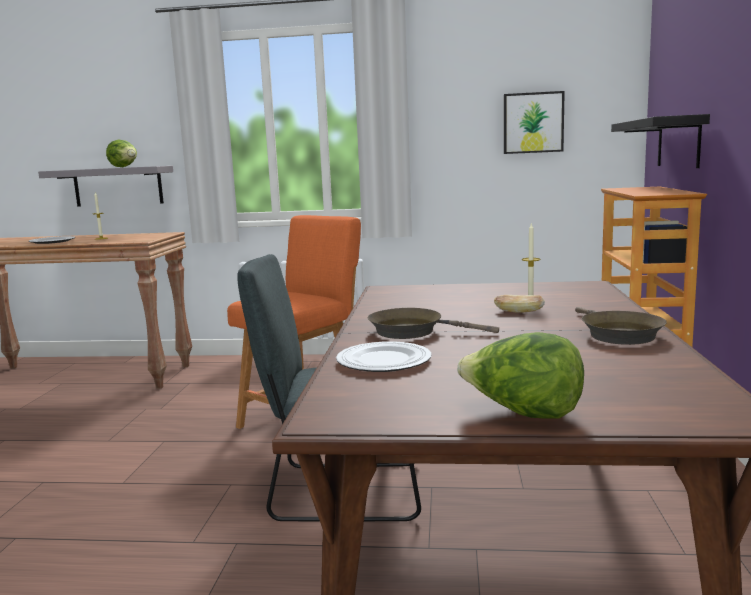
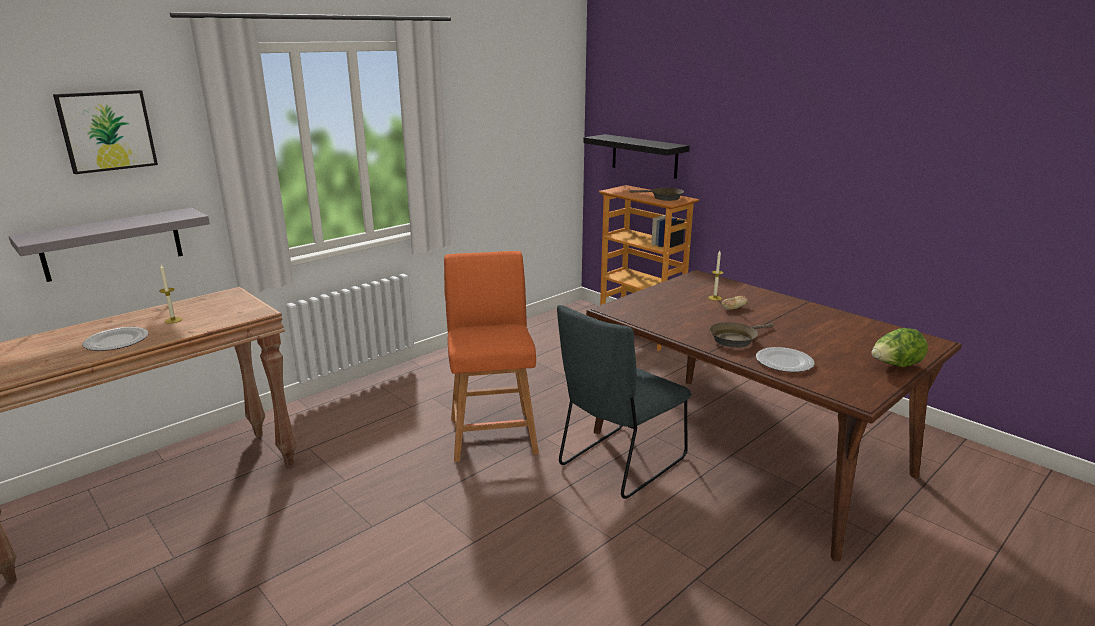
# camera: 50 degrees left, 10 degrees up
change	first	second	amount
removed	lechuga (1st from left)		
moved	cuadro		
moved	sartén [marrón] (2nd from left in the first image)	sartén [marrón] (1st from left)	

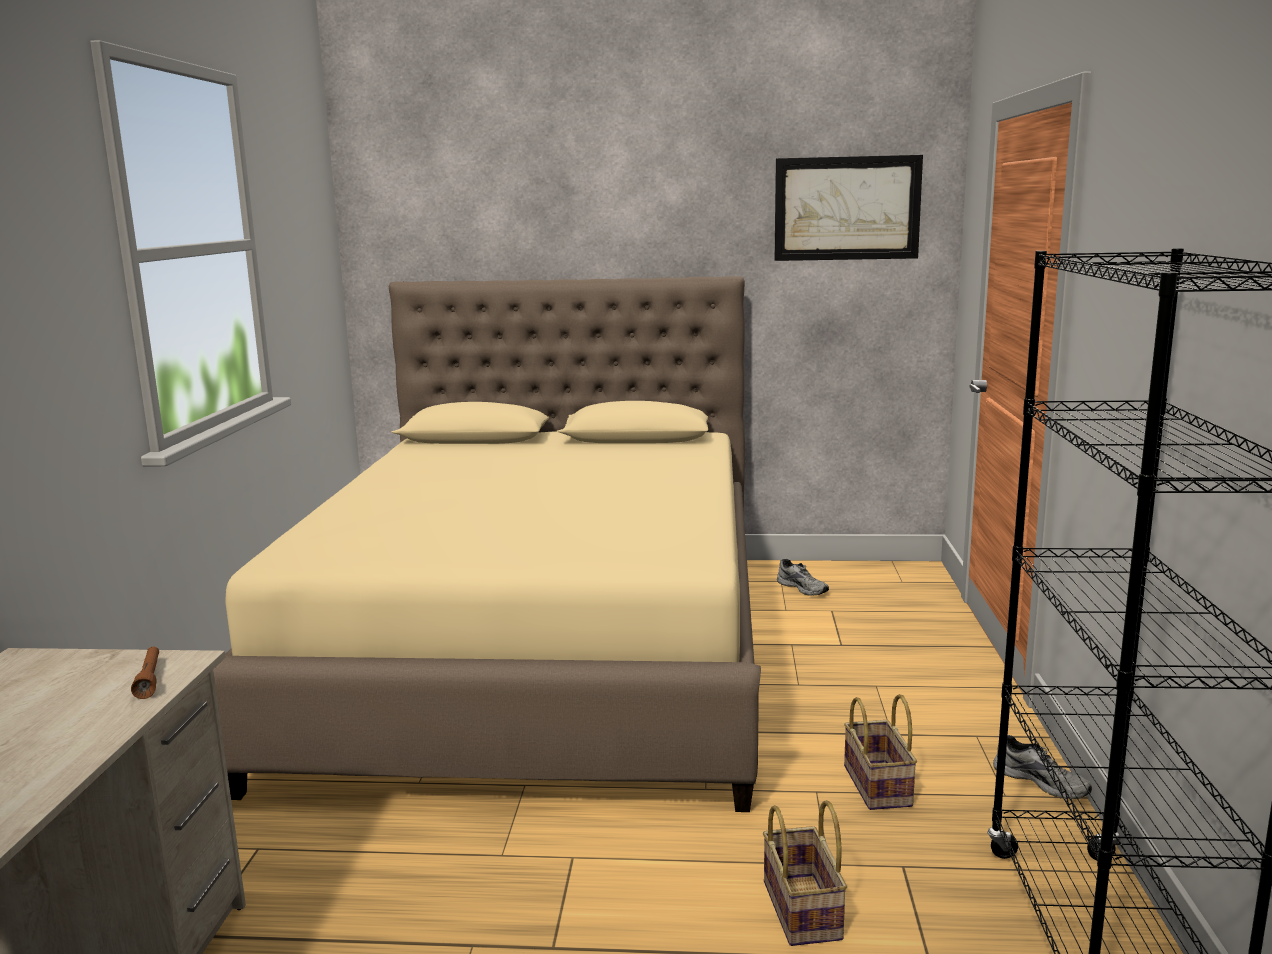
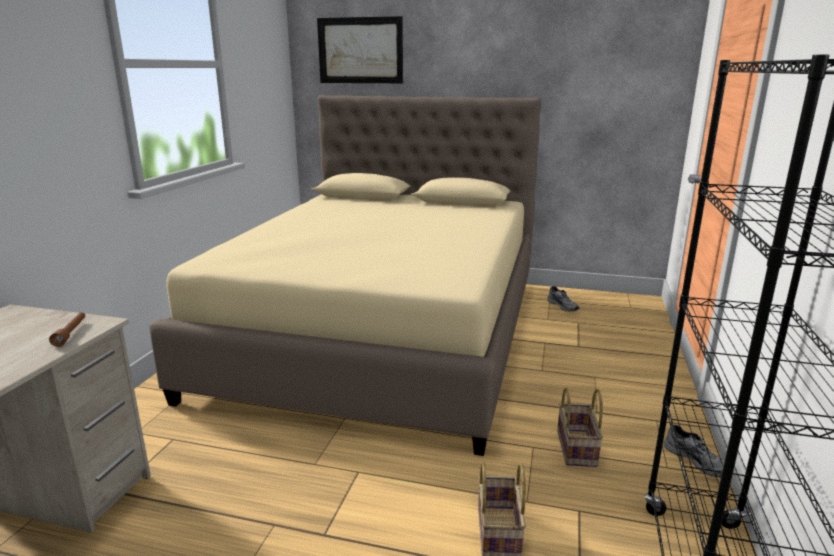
# camera: 10 degrees right, 5 degrees up
change	first	second	amount
moved	cuadro		

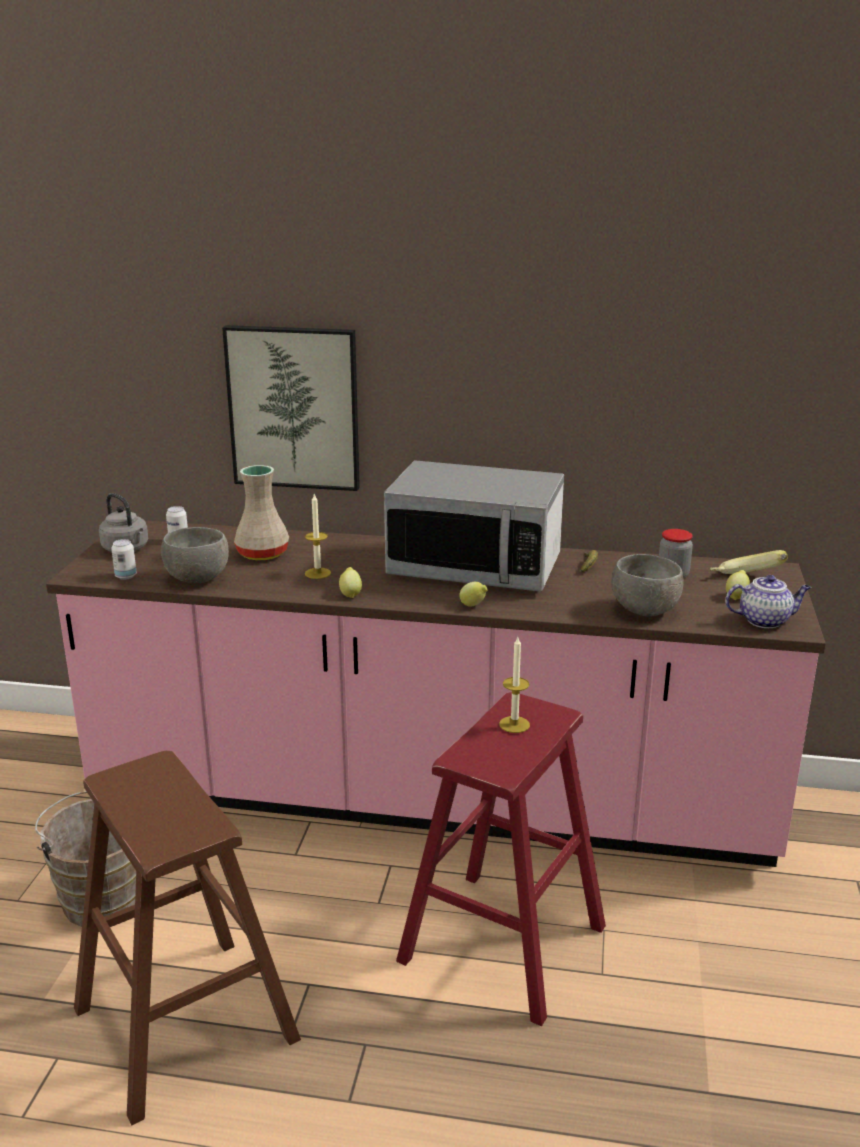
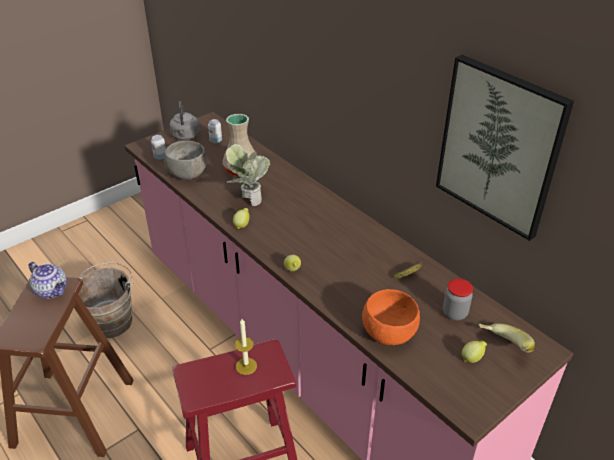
# camera: 40 degrees right, 15 degrees up
change	first	second	amount
moved	cuadro		
replaced	vela (1st from left)	planta en maceta	
removed	microondas		
recoloured	cuenco [gris] (2nd from left)	cuenco [naranja]	
moved	tetera		

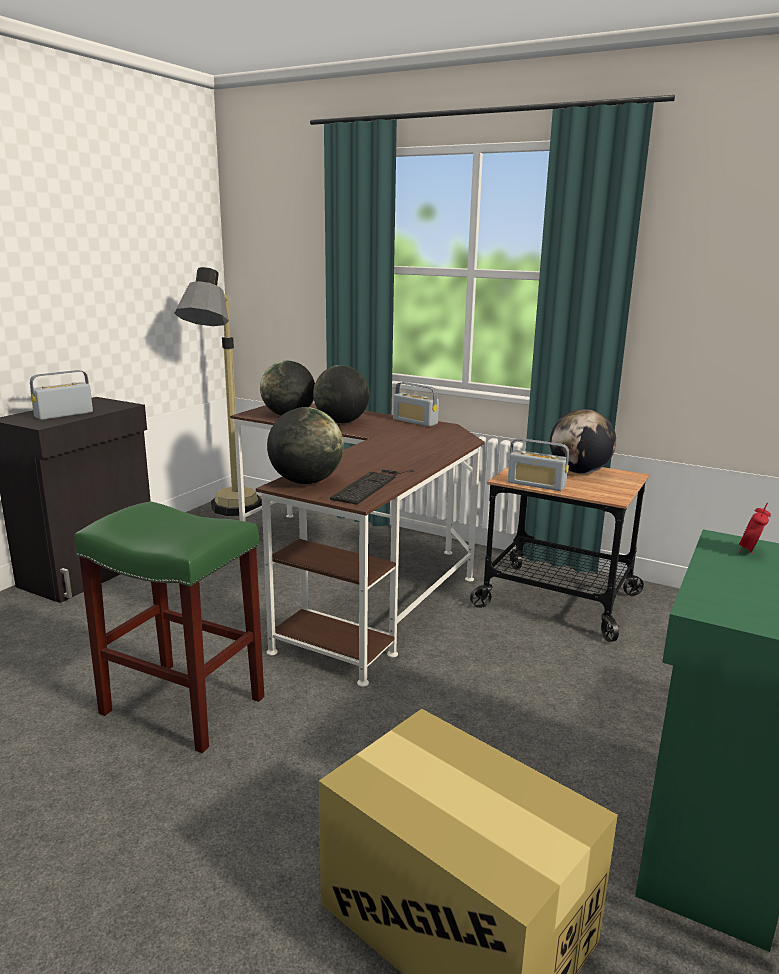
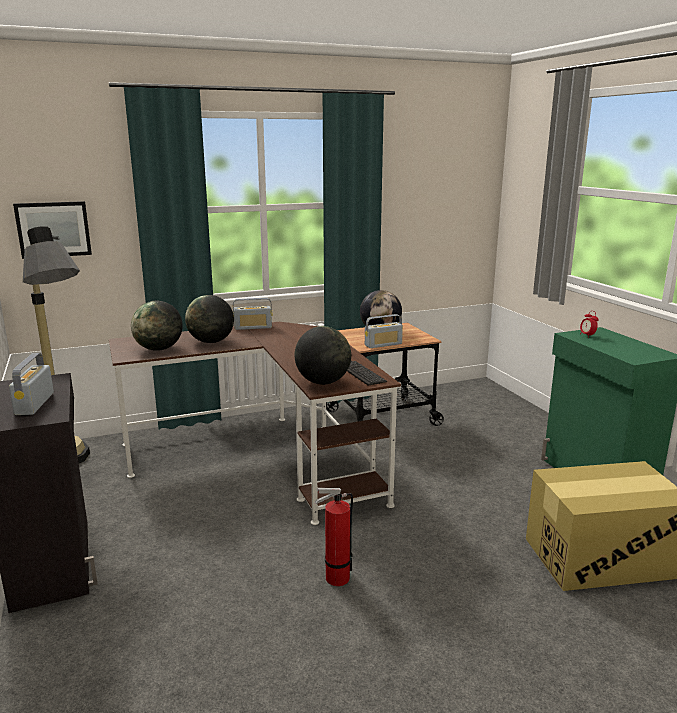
# camera: 50 degrees left, 0 degrees up
change	first	second	amount
replaced	taburete [verde]	extintor	
added		cuadro	

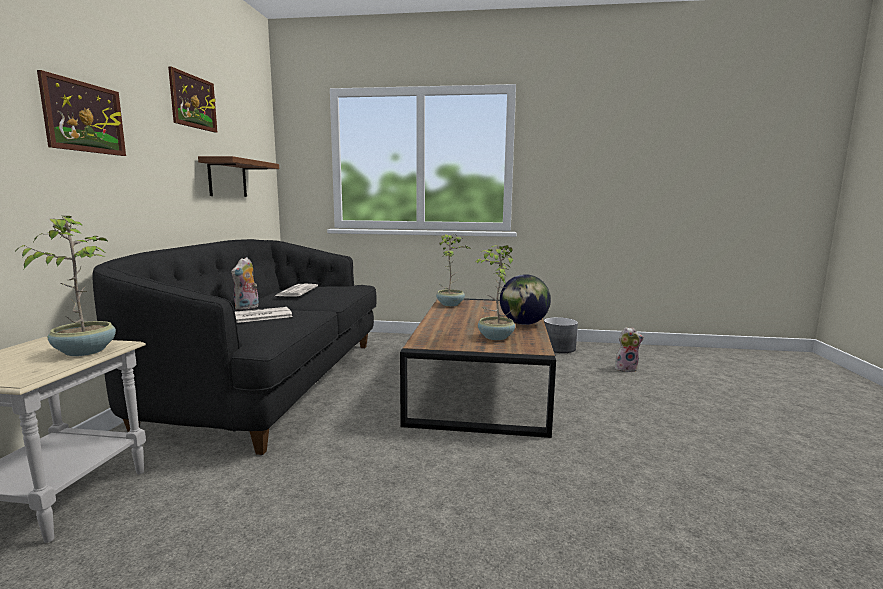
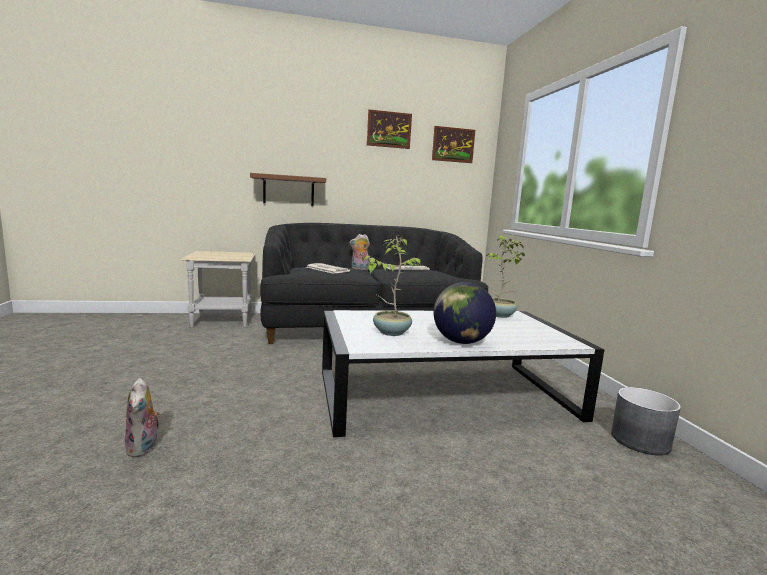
# camera: 70 degrees right, 0 degrees up
change	first	second	amount
removed	planta en maceta (1st from left)		
moved	cuadro (1st from left in the first image)	cuadro (2nd from left)	
moved	estante [marrón]		
recoloured	mesa de centro [marrón]	mesa de centro [blanco]	
moved	peluche (2nd from left in the first image)	peluche (1st from left)	

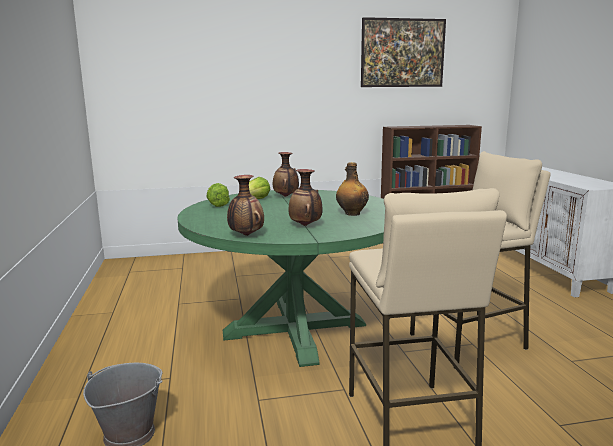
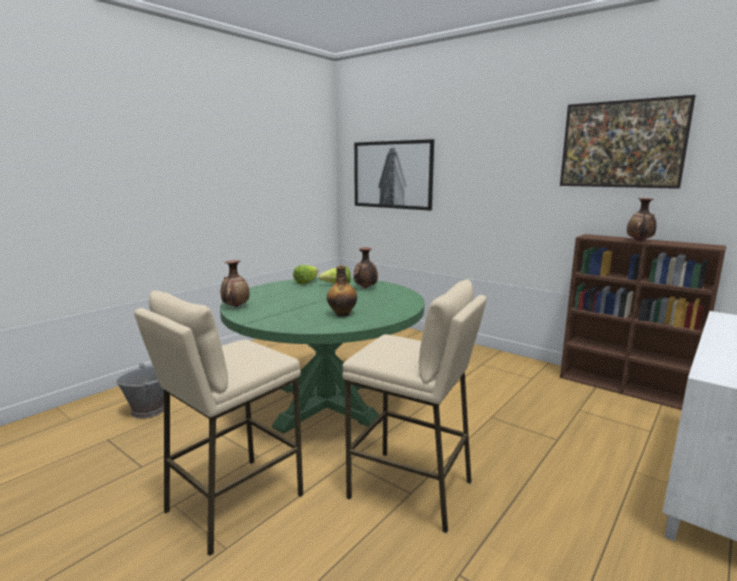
# camera: 50 degrees right, 0 degrees up
change	first	second	amount
moved	florero (3rd from left)		
added		cuadro (1st from left)	

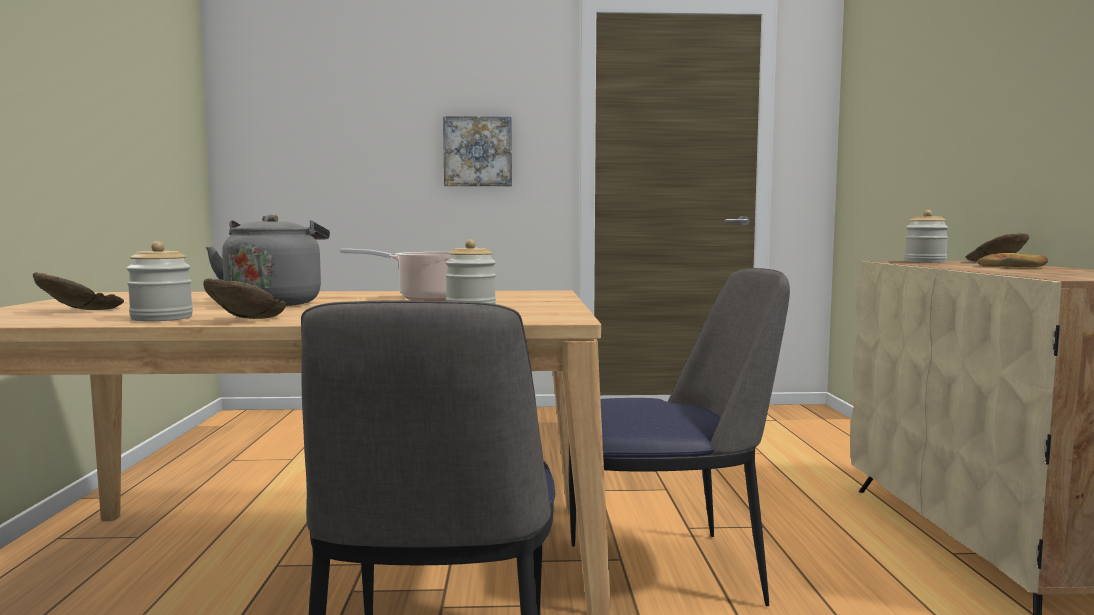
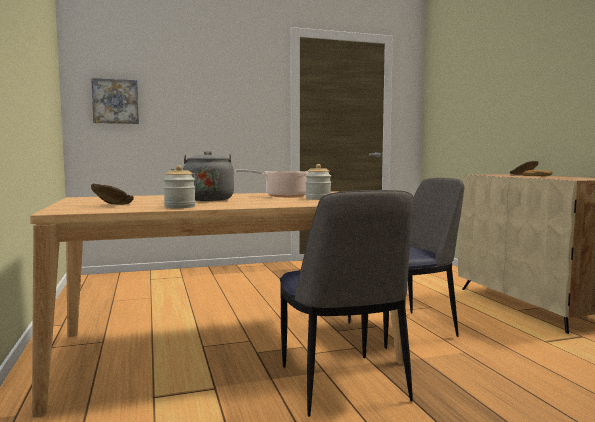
# camera: 15 degrees left, 0 degrees up
change	first	second	amount
removed	cuenco [marrón] (2nd from left)		
moved	cuadro		
removed	tarro (3rd from left)		

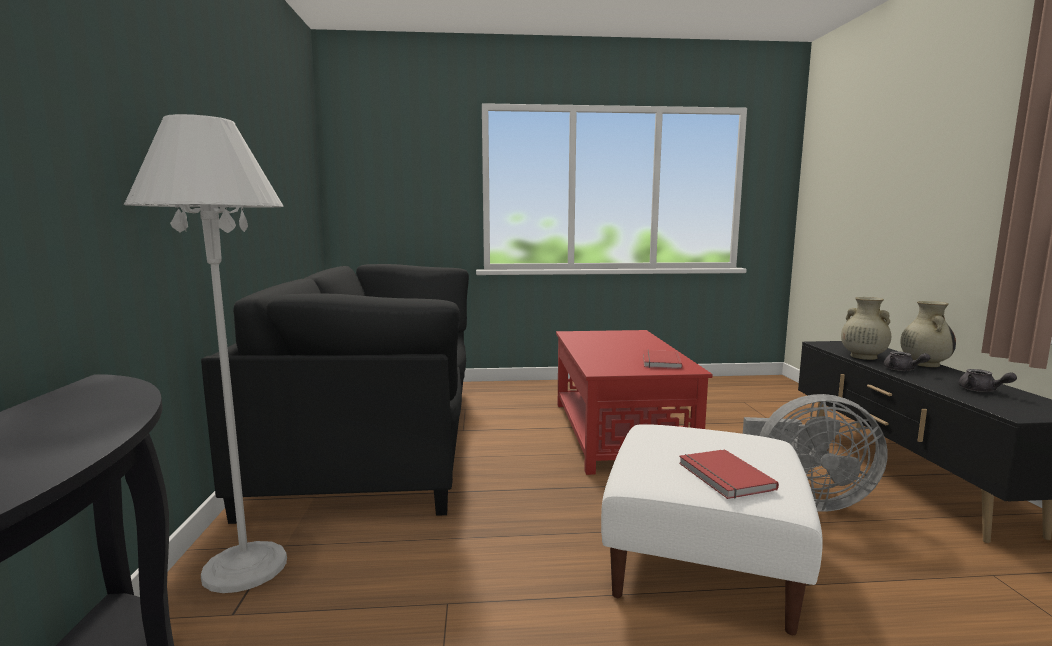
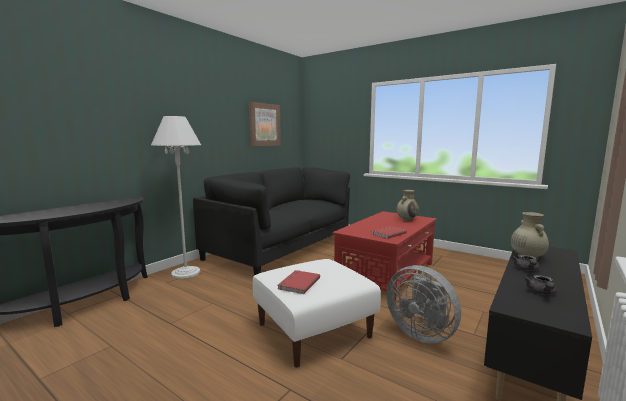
# camera: 40 degrees right, 0 degrees up
change	first	second	amount
moved	florero [beis] (2nd from left in the first image)	florero [beis] (1st from left)	
added		cuadro	

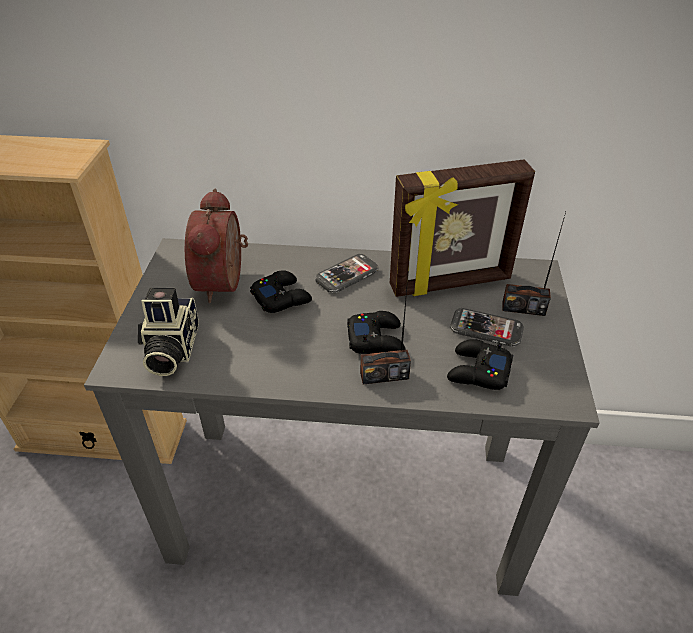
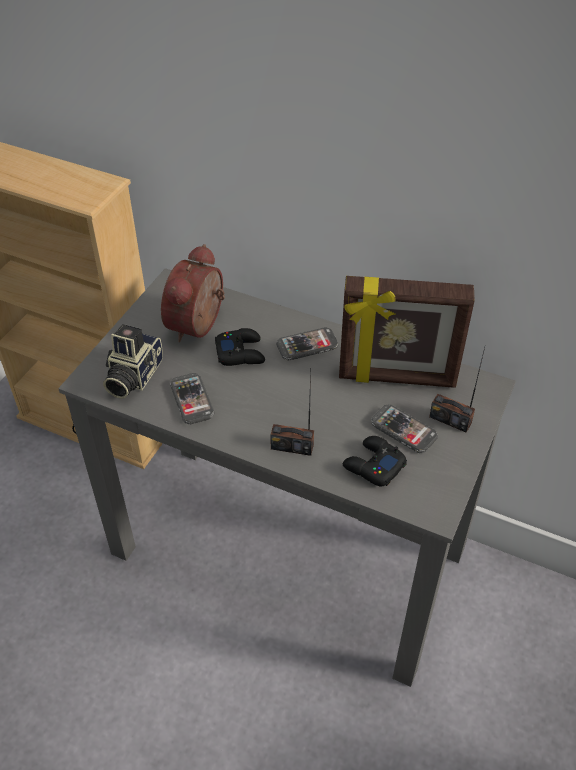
# camera: 20 degrees right, 5 degrees up
change	first	second	amount
removed	mando de consola [negro] (2nd from left)		
added		móvil (1st from left)	

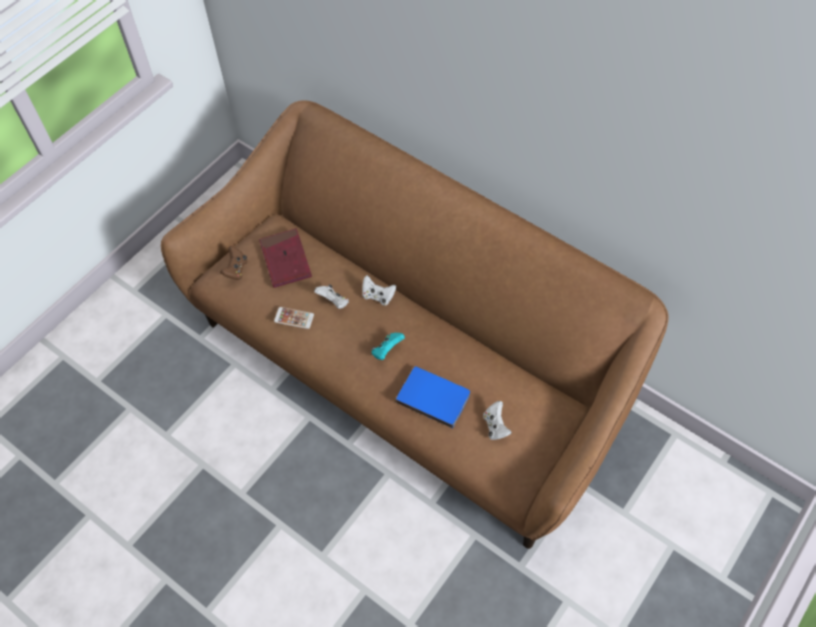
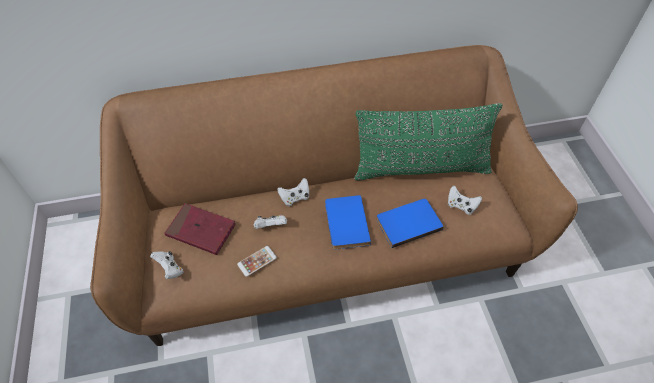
# camera: 50 degrees left, 5 degrees down
change	first	second	amount
recoloured	mando de consola [marrón]	mando de consola [blanco] (1st from left)	
replaced	mando de consola [turquesa]	libro [azul] (1st from left)	
added		cojín [verde]	

